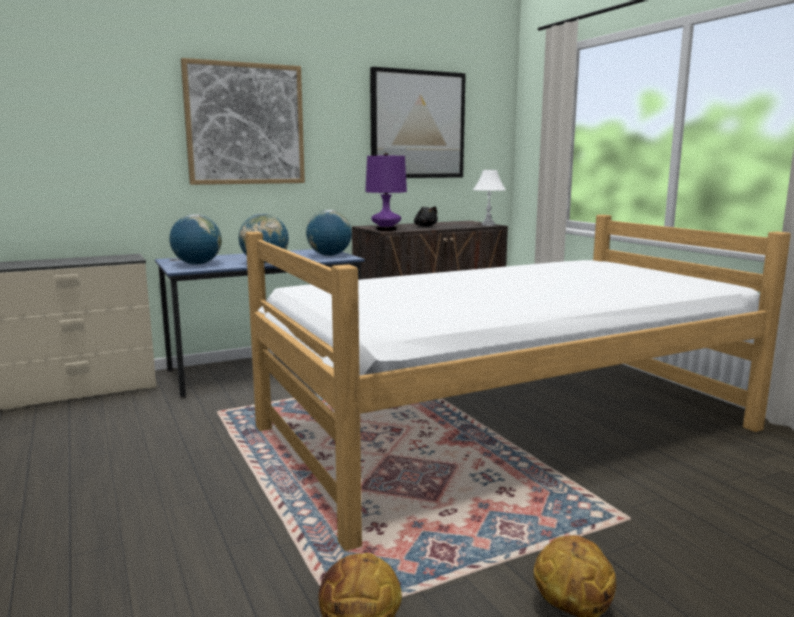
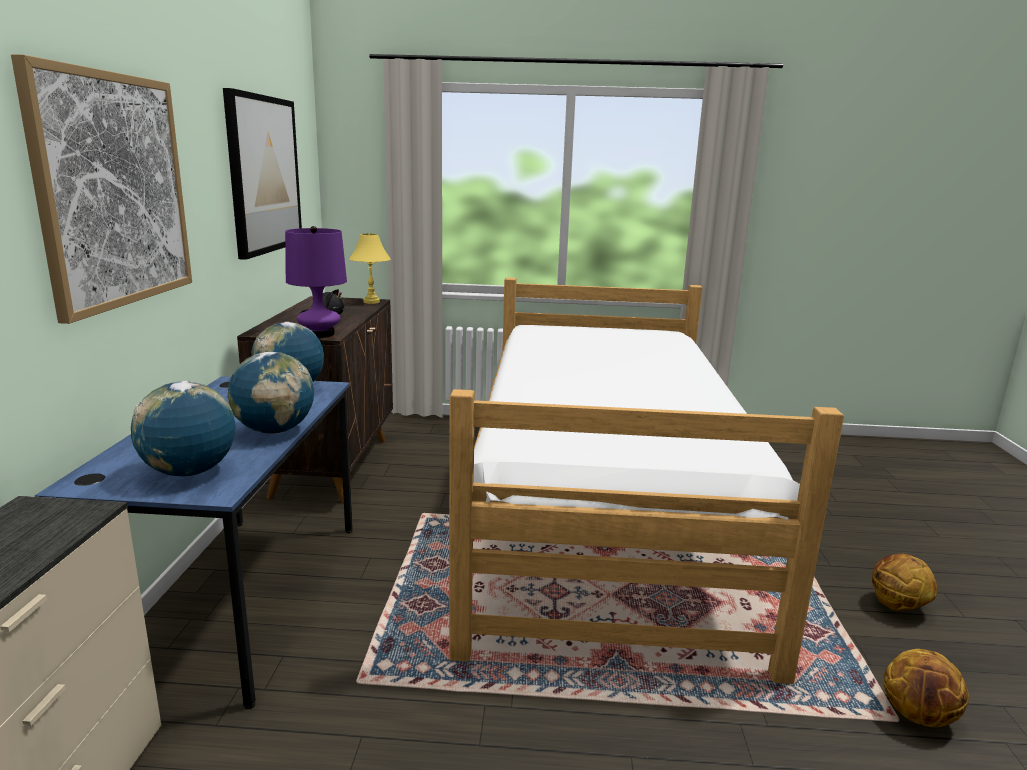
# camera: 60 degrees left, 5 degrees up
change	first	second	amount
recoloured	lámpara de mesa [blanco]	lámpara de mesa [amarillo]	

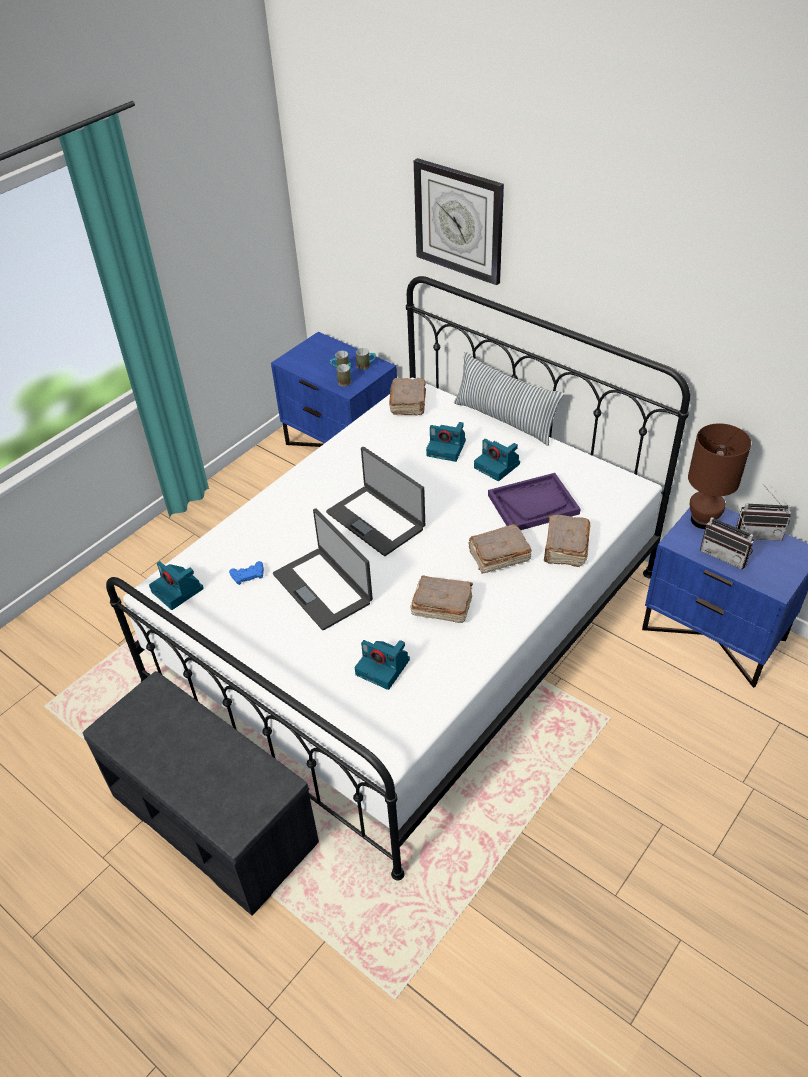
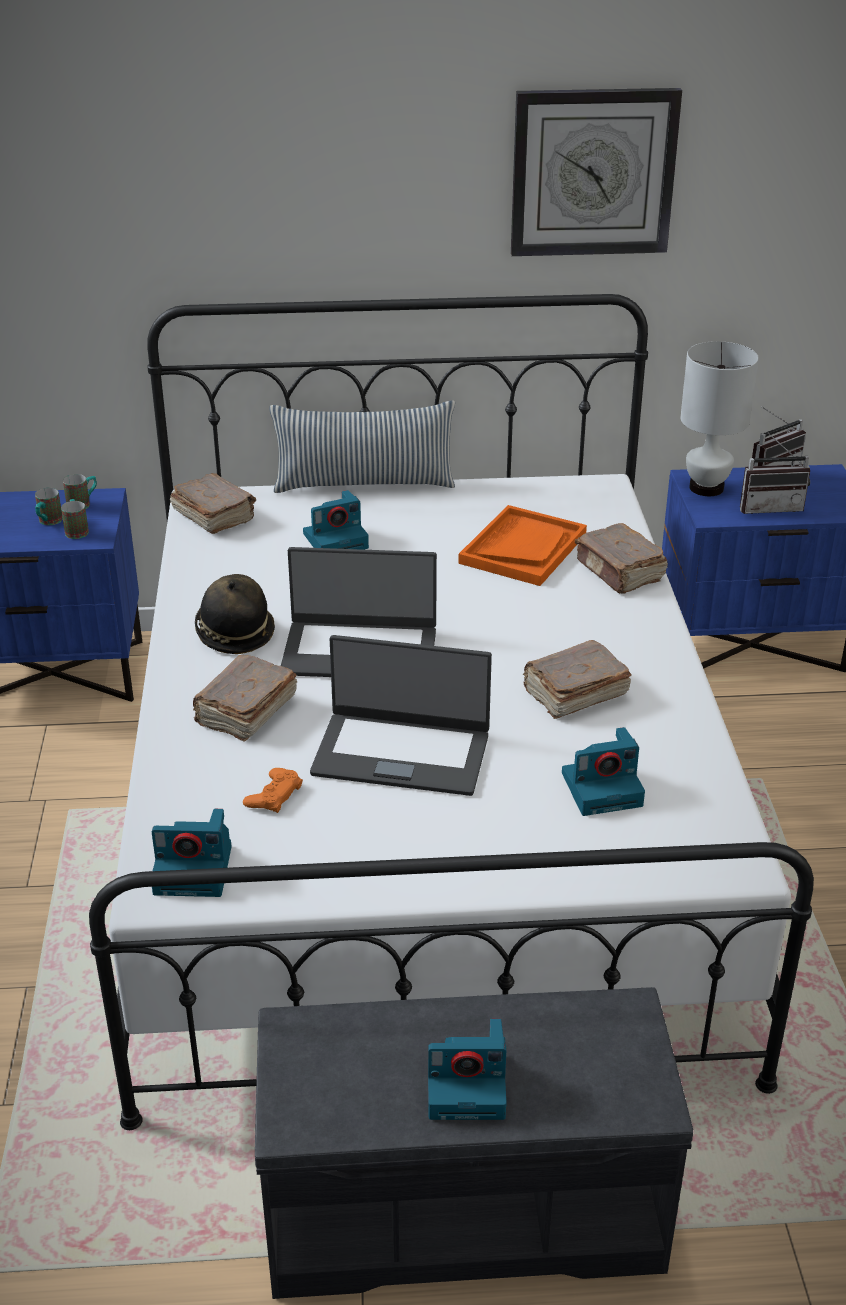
# camera: 45 degrees left, 10 degrees down
change	first	second	amount
recoloured	mando de consola [azul]	mando de consola [naranja]	
moved	reloj de pared		
moved	libro [marrón] (3rd from left in the first image)	libro [marrón] (2nd from left)	
moved	cámara (4th from left in the first image)	cámara (3rd from left)	
recoloured	bandeja [morado]	bandeja [naranja]	
recoloured	lámpara de mesa [marrón]	lámpara de mesa [blanco]	
added		sombrero	

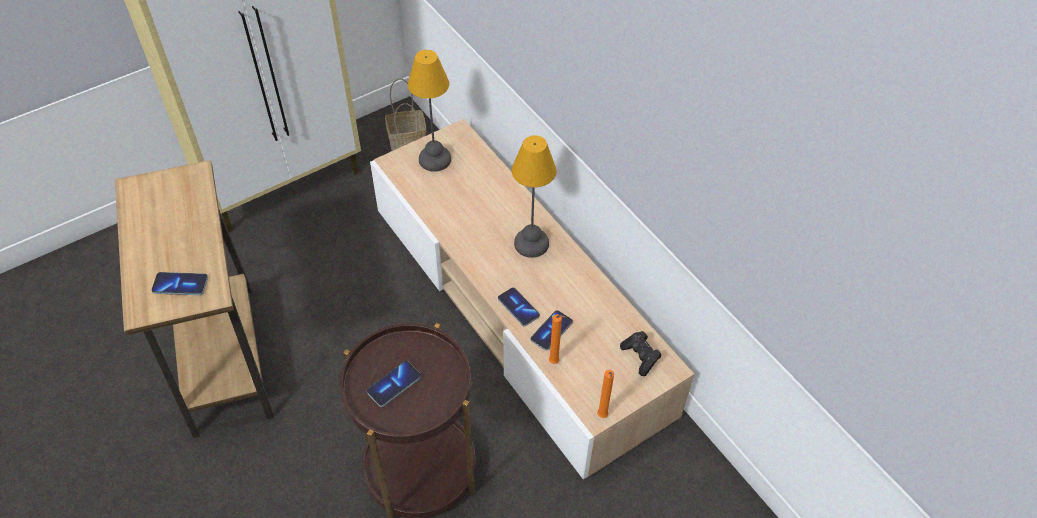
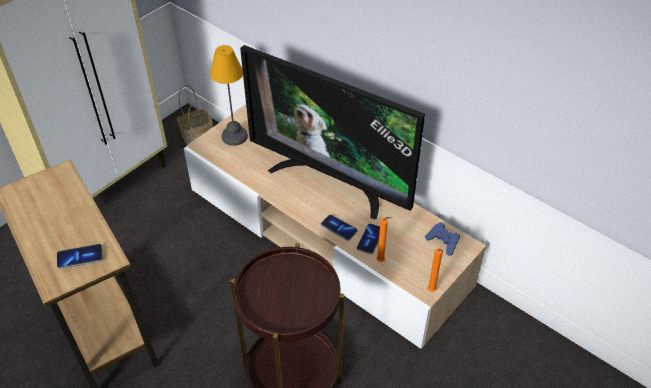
# camera: 15 degrees left, 5 degrees down
change	first	second	amount
removed	móvil (2nd from left)		
replaced	lámpara de mesa (2nd from left)	televisor	
recoloured	mando de consola [negro]	mando de consola [azul]	

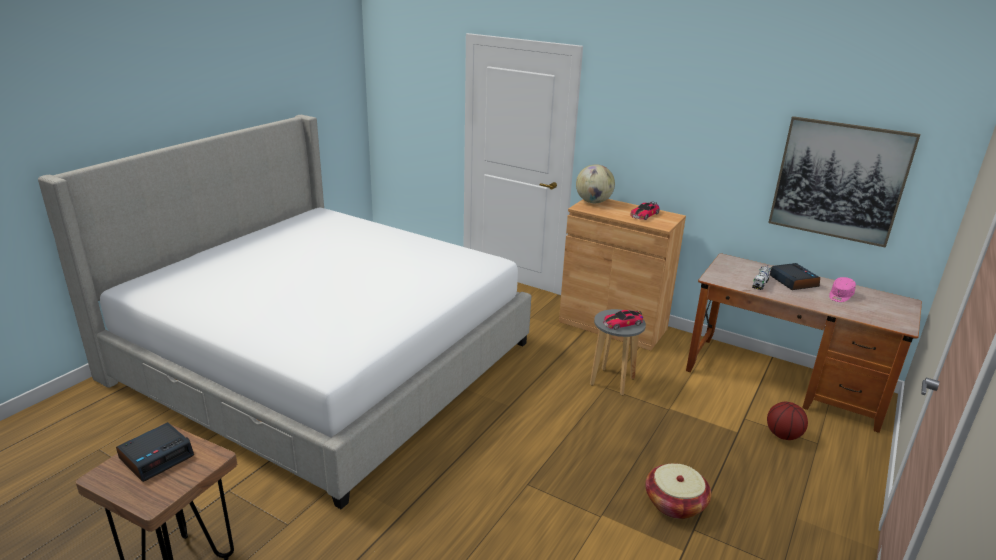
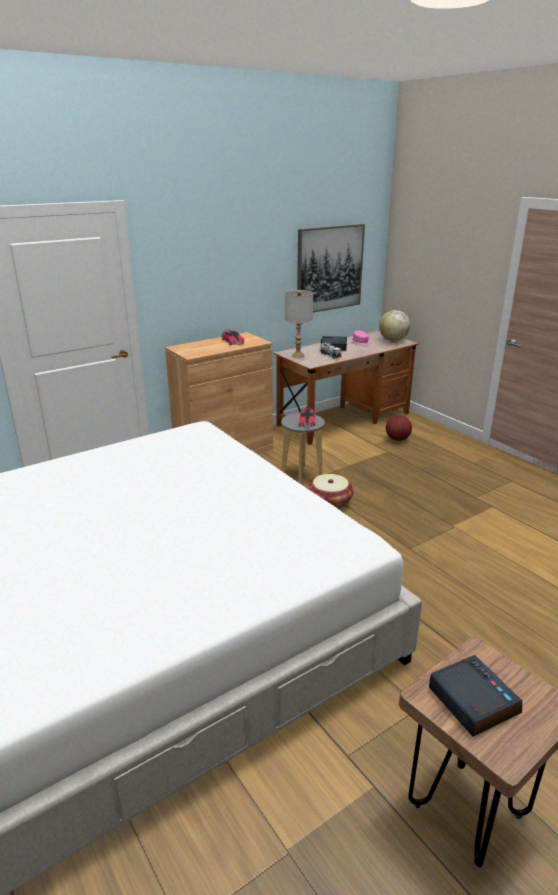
# camera: 65 degrees left, 0 degrees up
change	first	second	amount
moved	globo terráqueo		
moved	cesta		
added		lámpara de mesa [gris]	

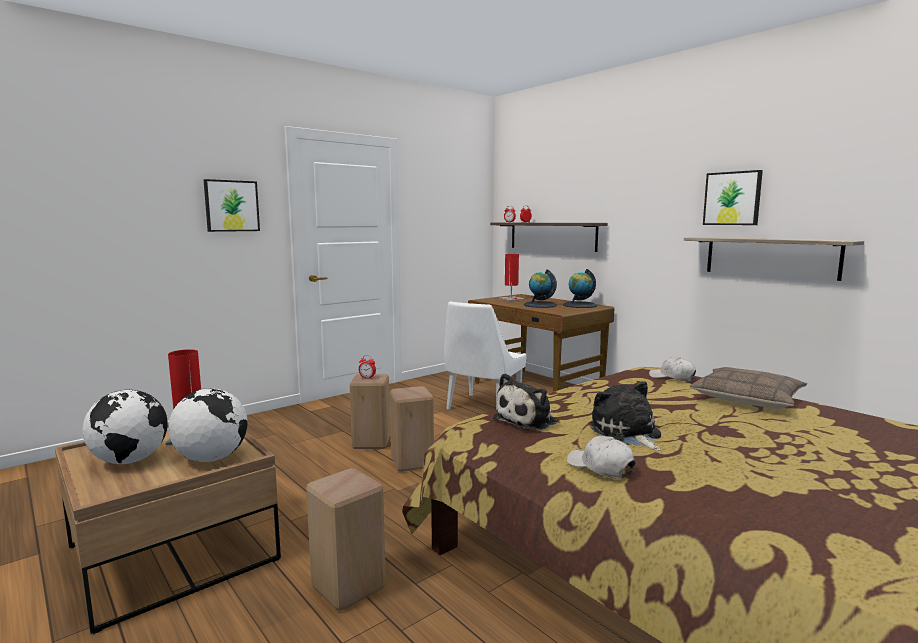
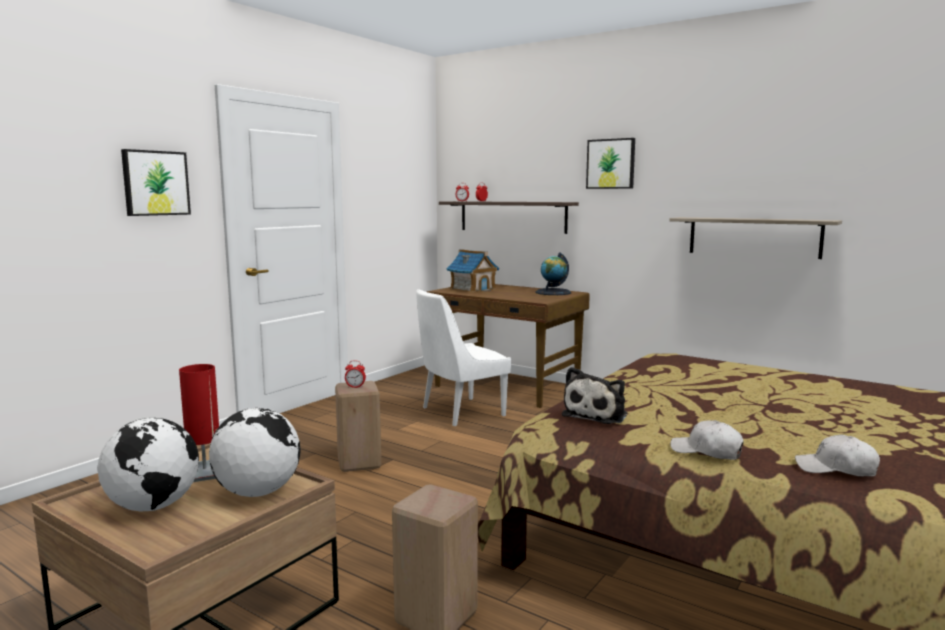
# camera: 15 degrees left, 0 degrees up
change	first	second	amount
removed	taburete [beis] (3rd from left)		
turned	silla [blanco]		45 degrees clockwise
replaced	lámpara de mesa [rojo] (2nd from left)	casita	
removed	globo terráqueo (3rd from left)		
removed	peluche (2nd from left)		
moved	gorra [blanco] (2nd from left)		
removed	cojín		
moved	cuadro (2nd from left)		

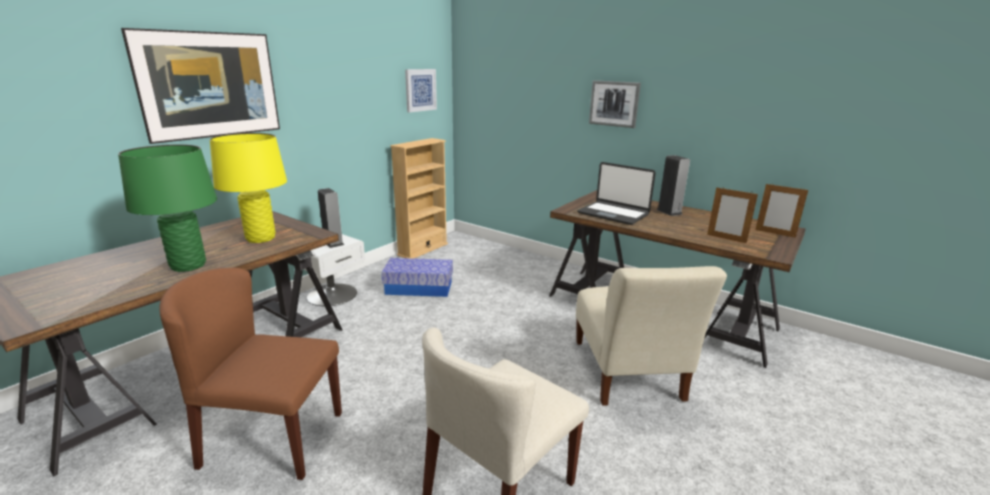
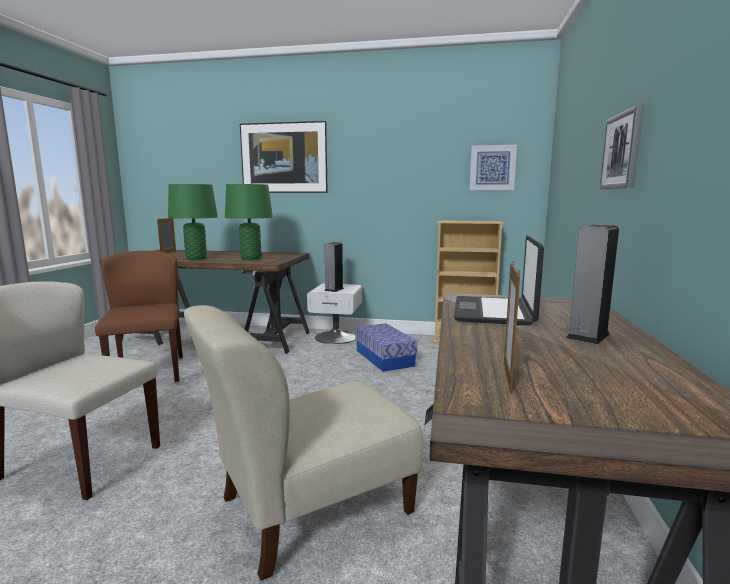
# camera: 65 degrees right, 10 degrees down
change	first	second	amount
recoloured	lámpara de mesa [amarillo]	lámpara de mesa [verde] (2nd from left)	
moved	portarretratos (2nd from left in the first image)	portarretratos (1st from left)	

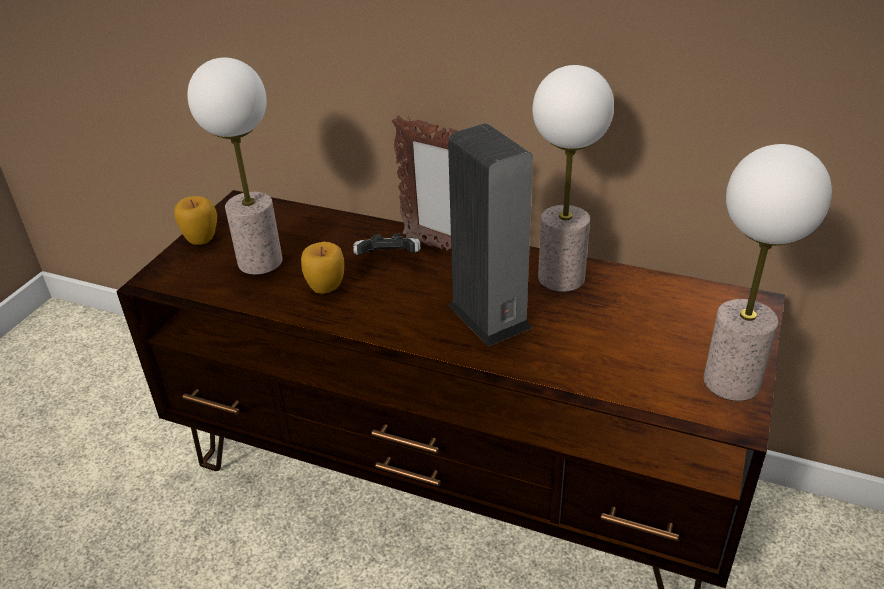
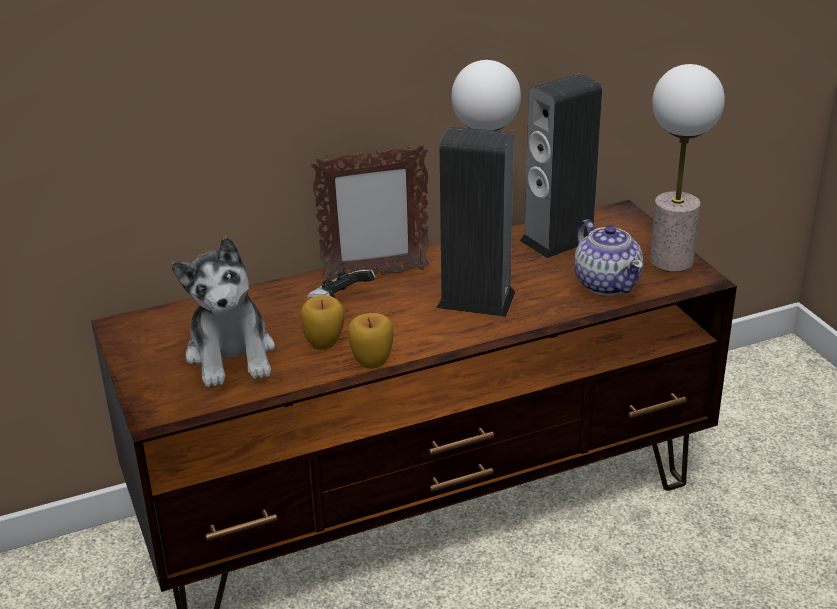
# camera: 45 degrees left, 5 degrees down
change	first	second	amount
moved	manzana (1st from left in the first image)	manzana (2nd from left)	
replaced	lámpara de mesa (1st from left)	peluche	
added		altavoz (2nd from left)	
added		tetera	

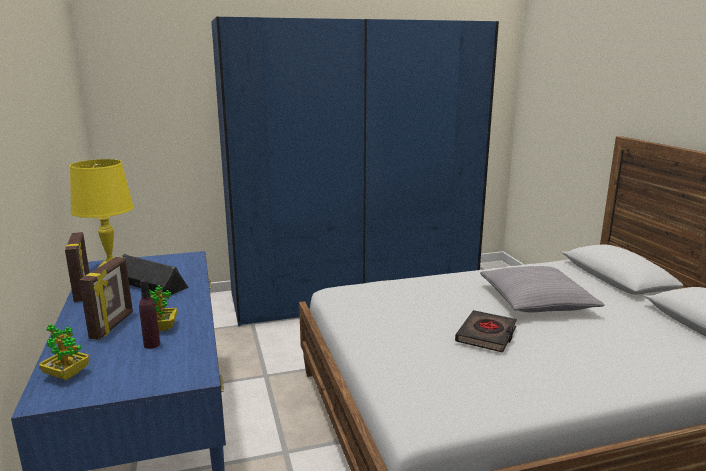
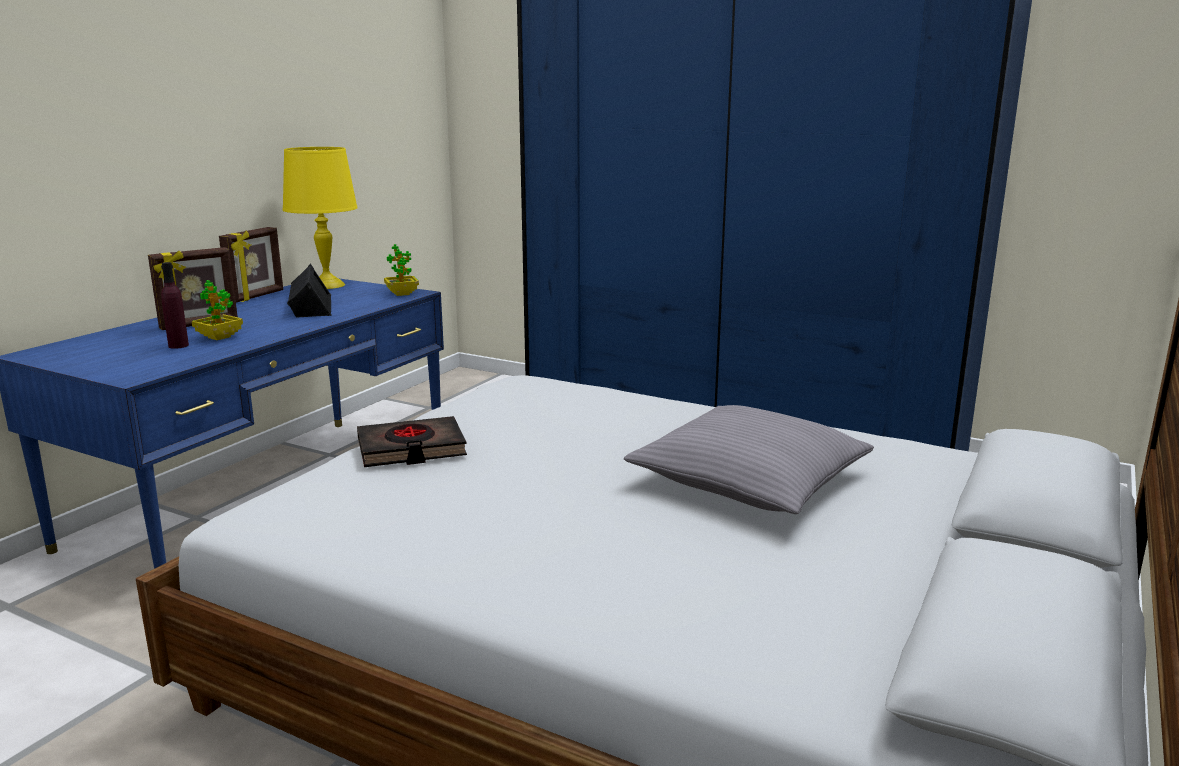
# camera: 45 degrees right, 0 degrees up
change	first	second	amount
moved	planta en maceta (1st from left in the first image)	planta en maceta (2nd from left)	
moved	libro [negro]		

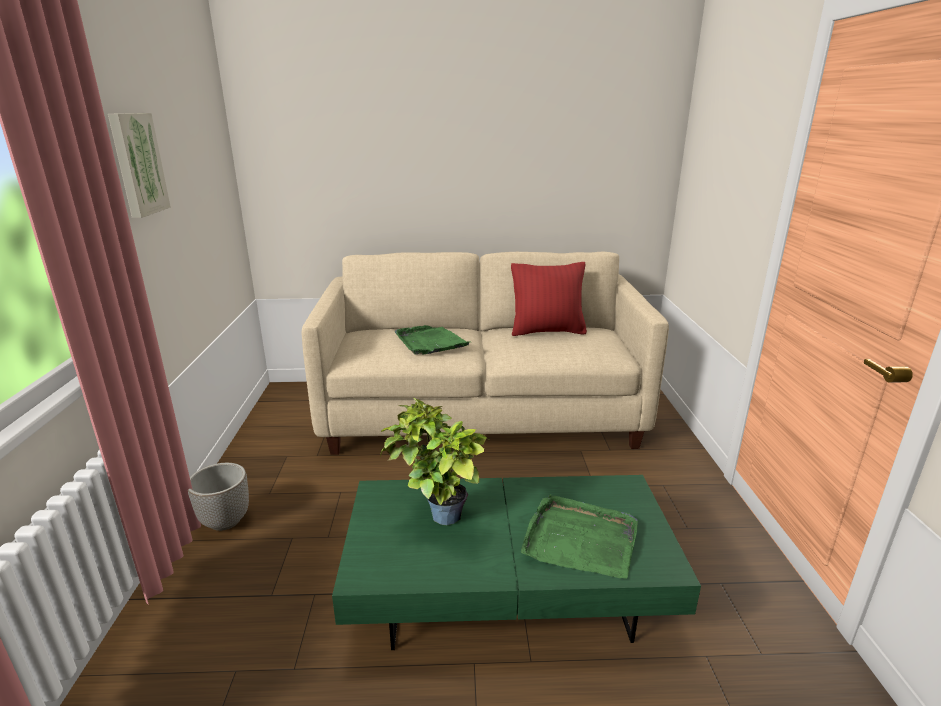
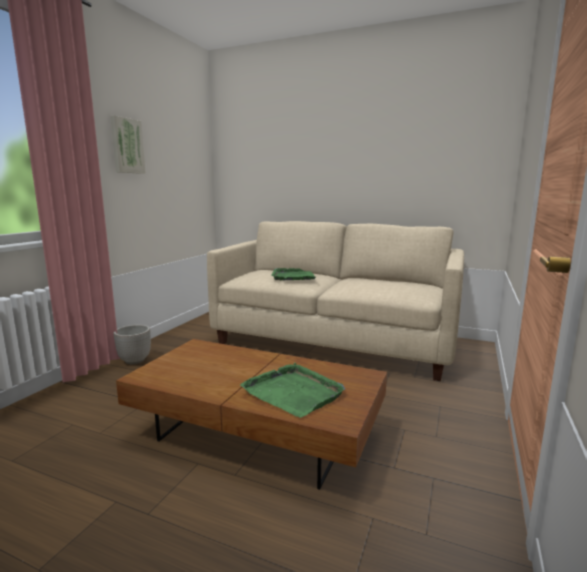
# camera: 25 degrees right, 10 degrees down
change	first	second	amount
recoloured	mesa de centro [verde]	mesa de centro [marrón]	
removed	planta en maceta		
removed	cojín [rojo]		

